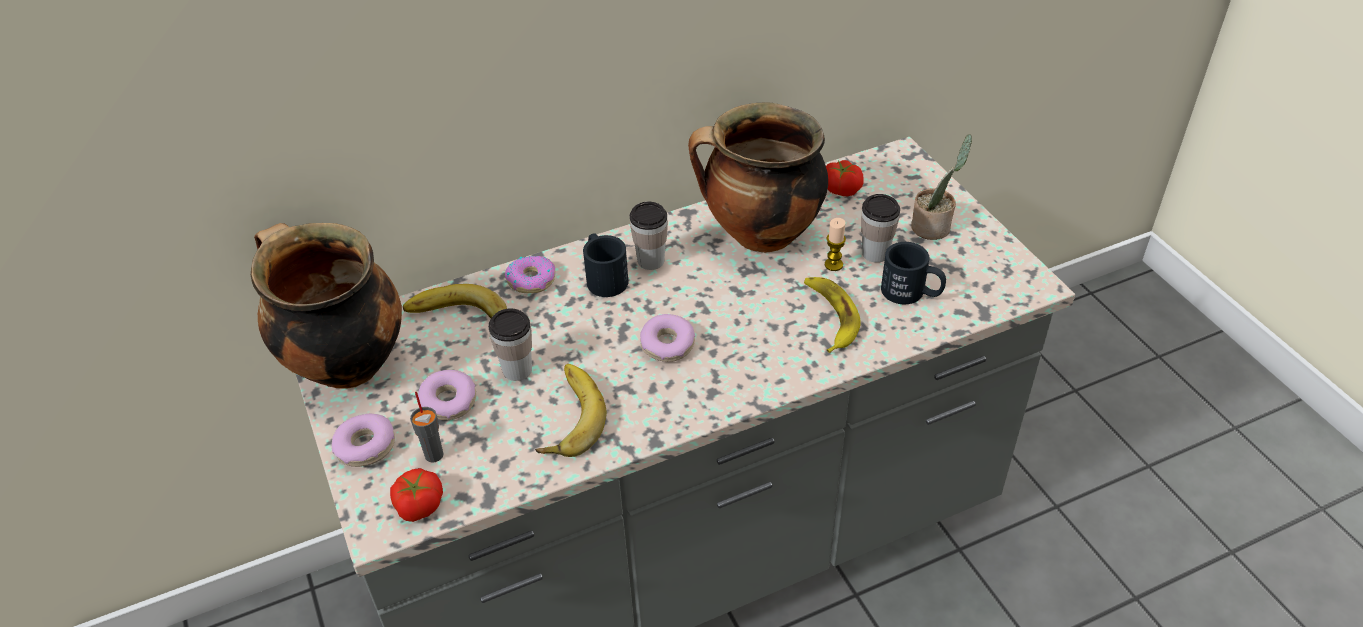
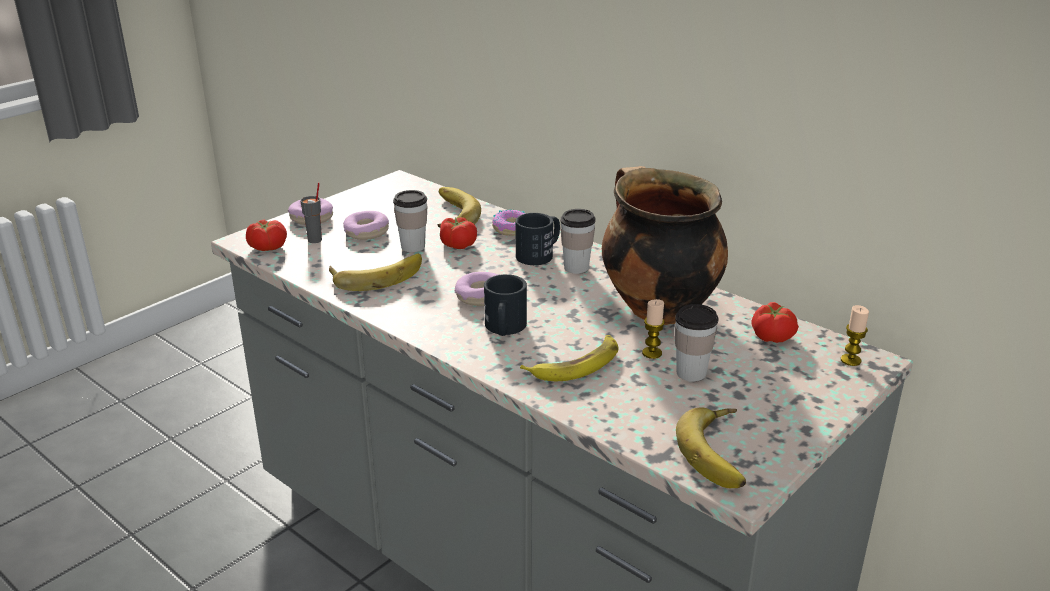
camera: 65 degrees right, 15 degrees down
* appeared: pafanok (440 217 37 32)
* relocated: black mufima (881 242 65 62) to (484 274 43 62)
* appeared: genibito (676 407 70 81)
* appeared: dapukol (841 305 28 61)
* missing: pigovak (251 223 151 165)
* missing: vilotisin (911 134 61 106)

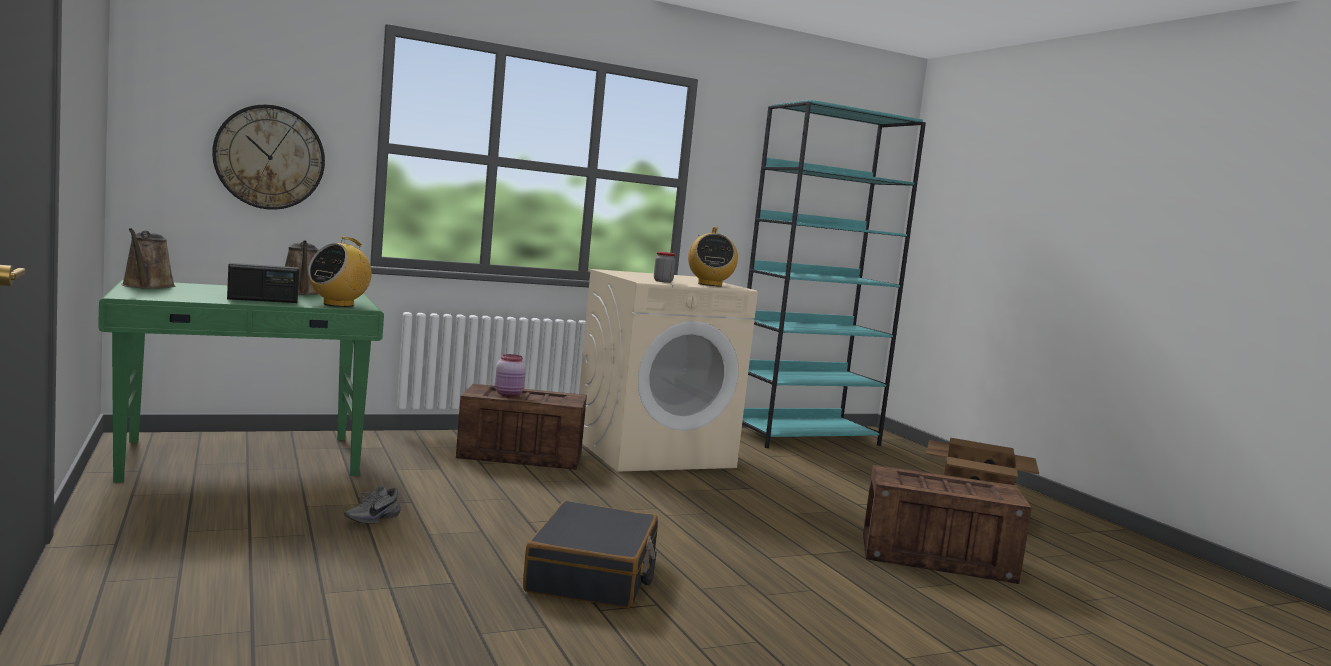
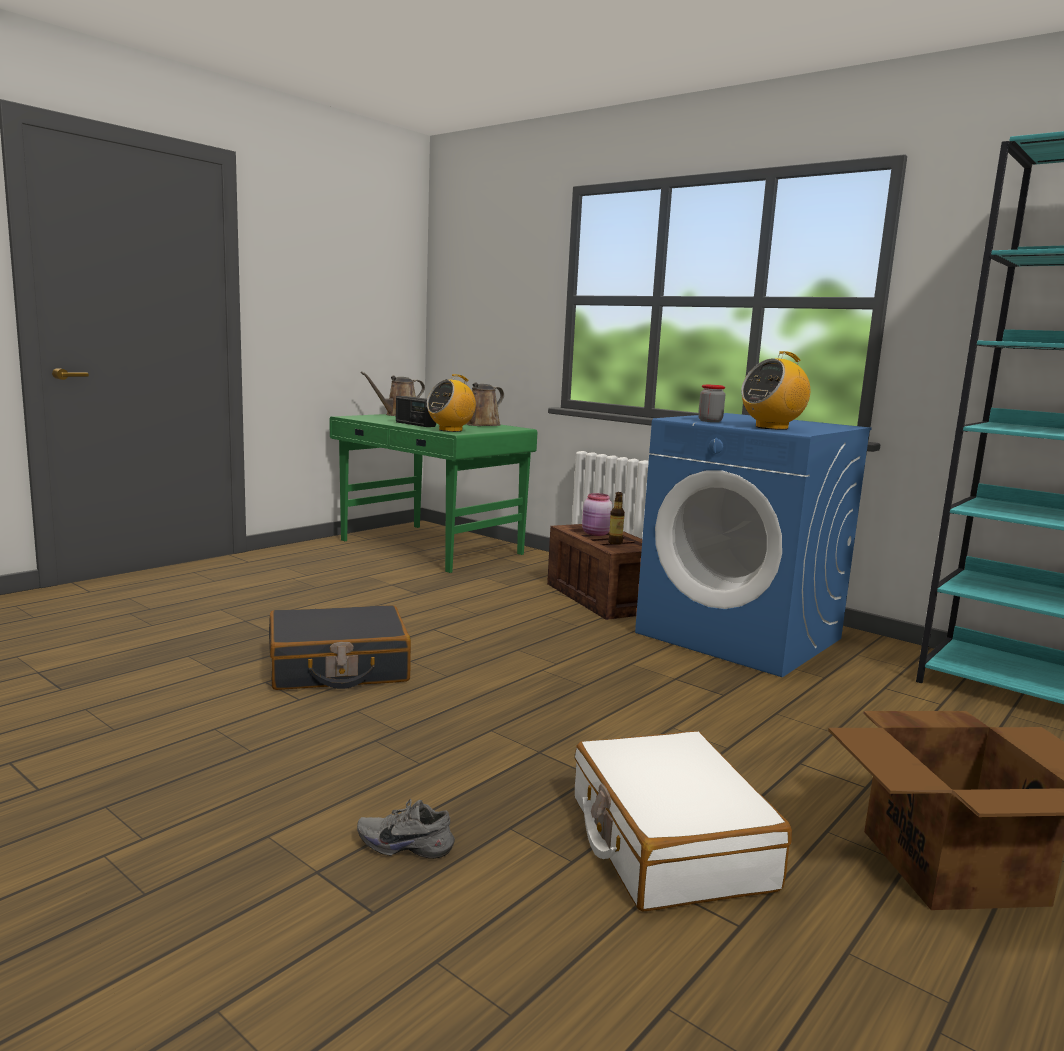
camera: 65 degrees right, 5 degrees up
* relocated: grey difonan (344 486 57 38) to (357 799 98 60)
* spun: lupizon (308 237 64 70) = (427 374 49 58) 45 degrees counterclockwise
* exchanged: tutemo (863 465 169 119) to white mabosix (575 731 217 180)
* appeared: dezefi (608 492 17 53)
* colour: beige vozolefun (579 269 179 203) to blue vozolefun (635 413 237 264)
* missing: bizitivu (212 104 113 106)

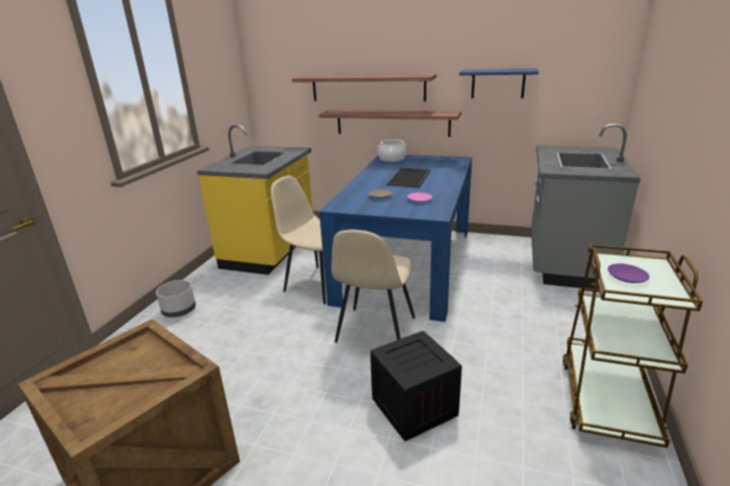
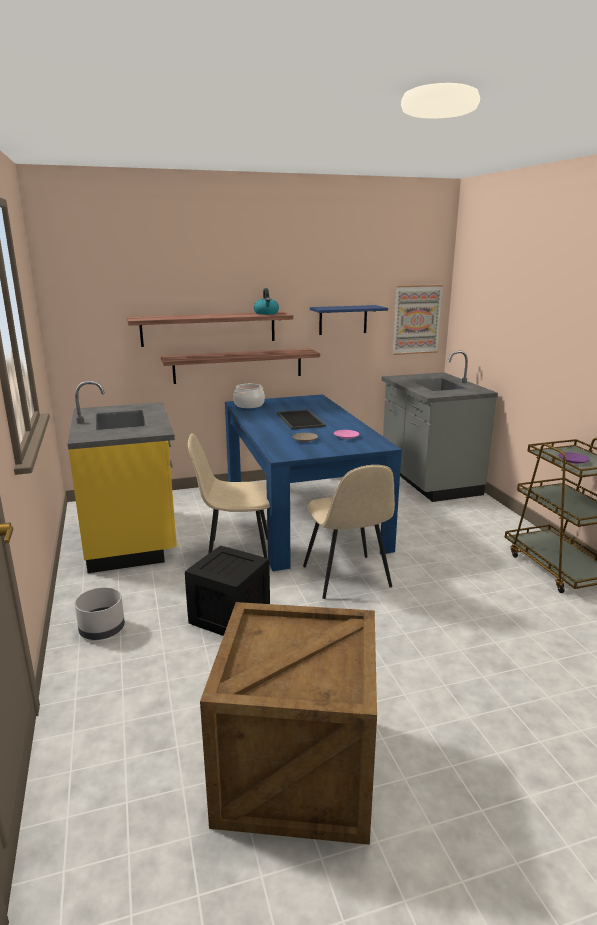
camera: 35 degrees left, 5 degrees down
* relocated: tutemo (370 331 92 110) to (185 546 85 90)
* appeared: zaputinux (254 288 25 27)
* appeared: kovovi (392 285 51 70)

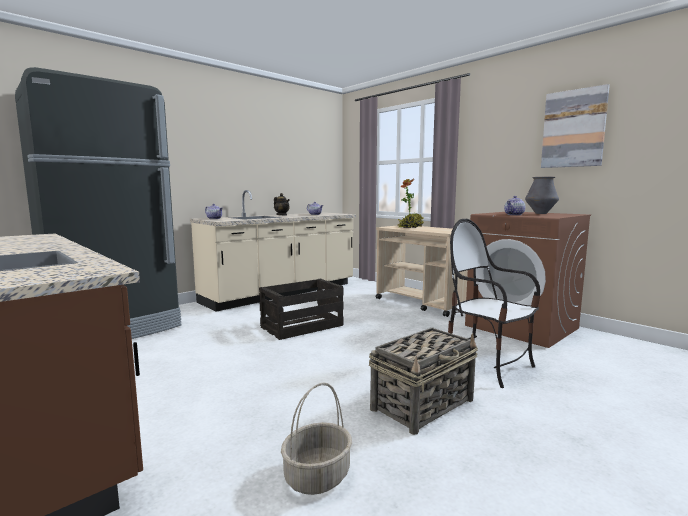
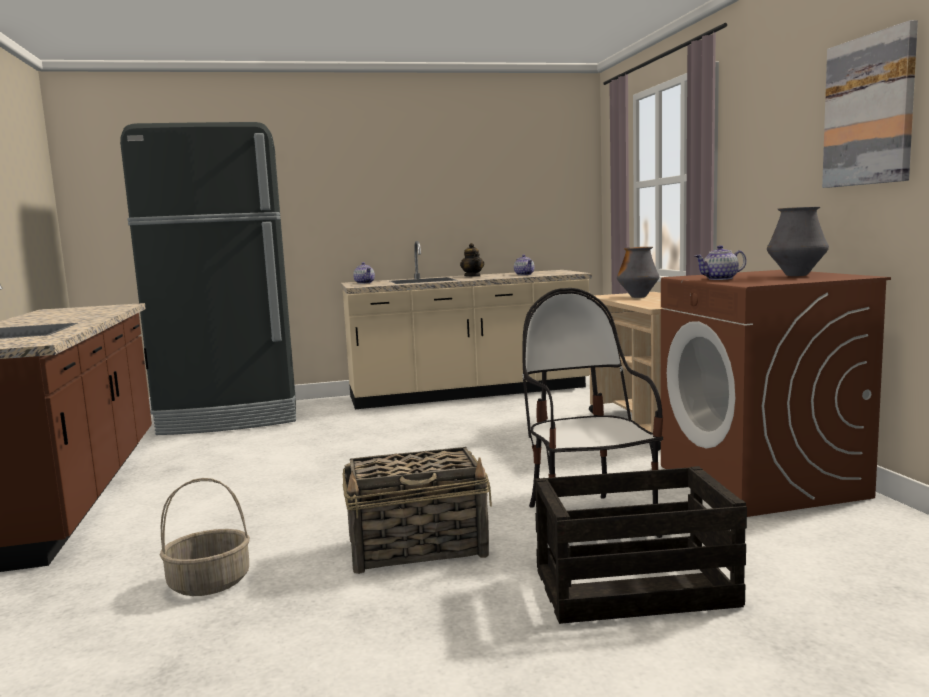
camera: 30 degrees right, 0 degrees up
* relocated: tutemo (259 279 84 61) to (534 466 213 158)
* exchanged: vilotisin (398 179 26 49) to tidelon (617 247 43 51)

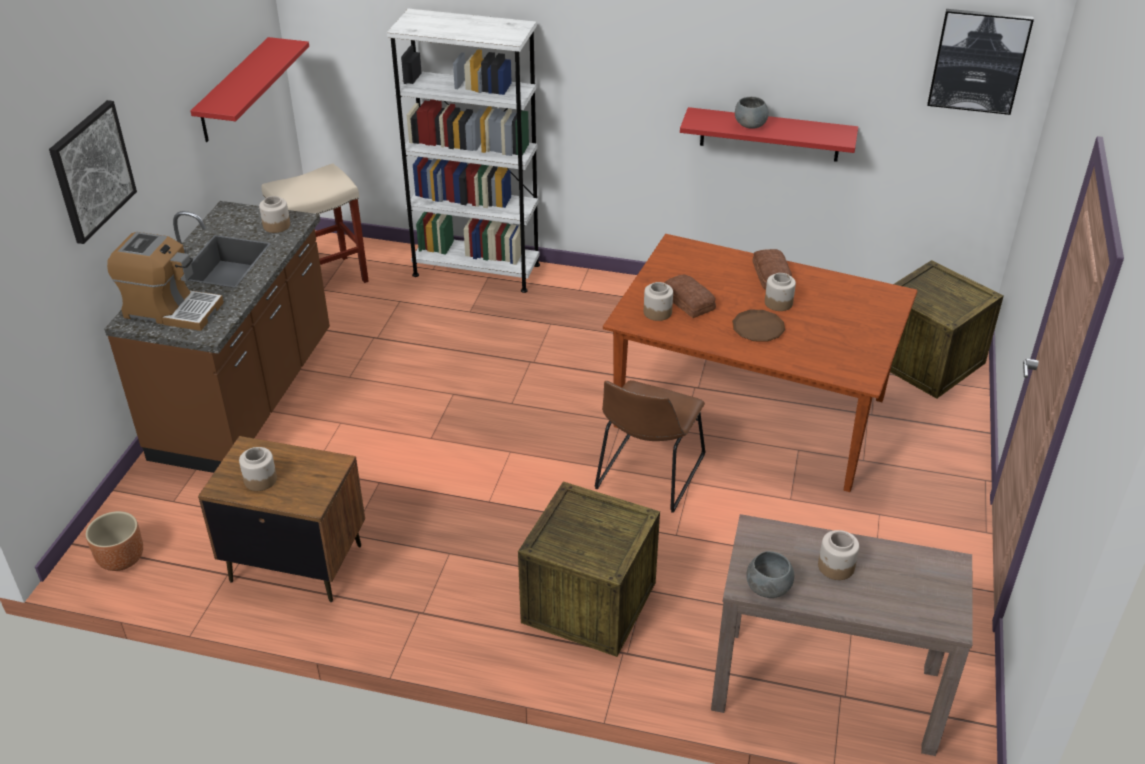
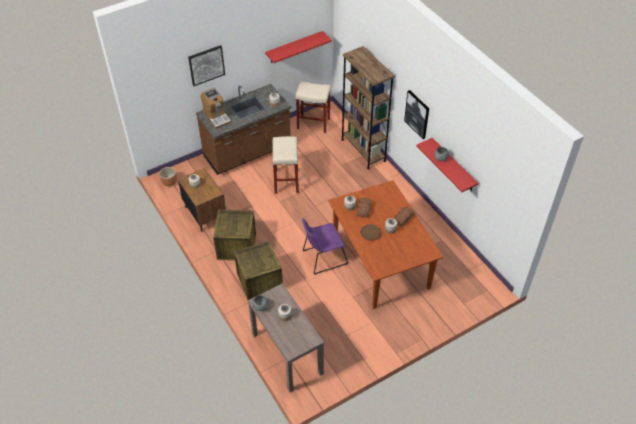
camera: 45 degrees right, 10 degrees up
* relocated: tutemo (890 260 114 139) to (213 210 43 50)
* appeared: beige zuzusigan (272 136 27 58)
* colour: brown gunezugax (594 380 112 133) to purple gunezugax (302 218 46 57)
* colour: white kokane (387 9 153 284) to brown kokane (341 46 54 123)
* relocated: kovovi (927 9 107 106) to (404 90 25 49)

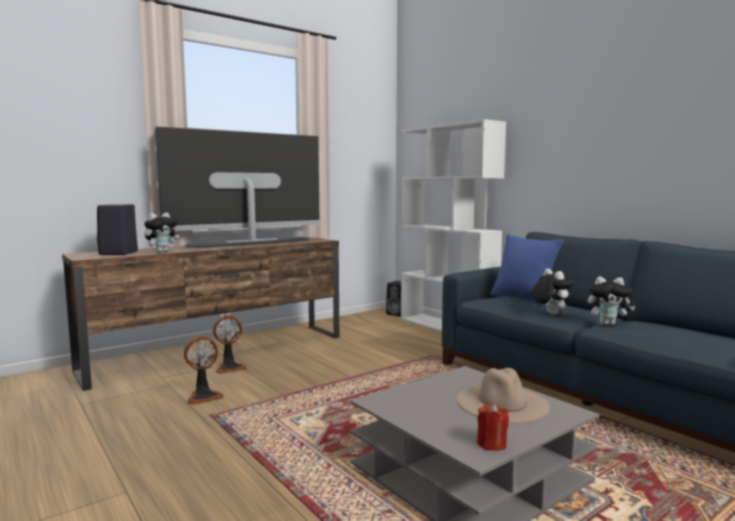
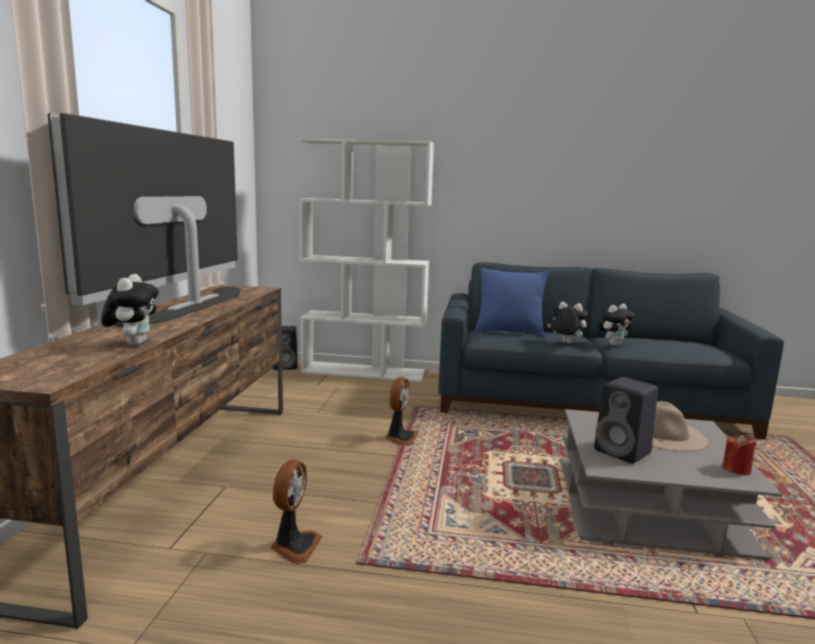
camera: 45 degrees left, 5 degrees up
* relocated: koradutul (213 315 34 59) to (385 377 33 68)
* relocated: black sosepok (97 204 41 51) to (594 377 64 87)

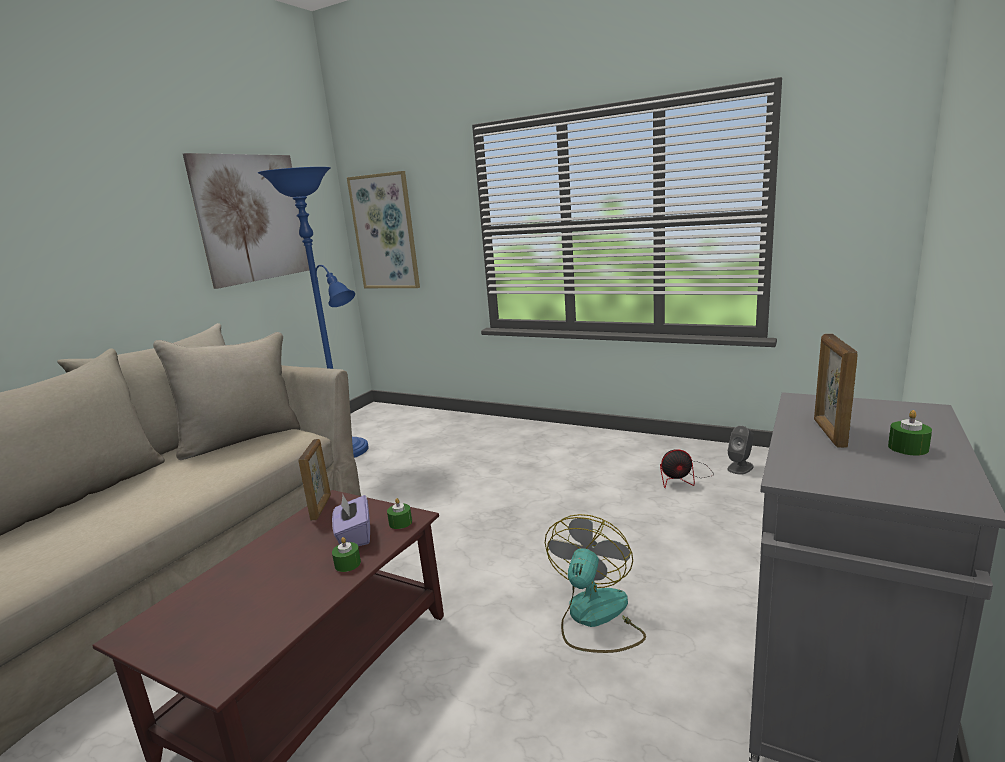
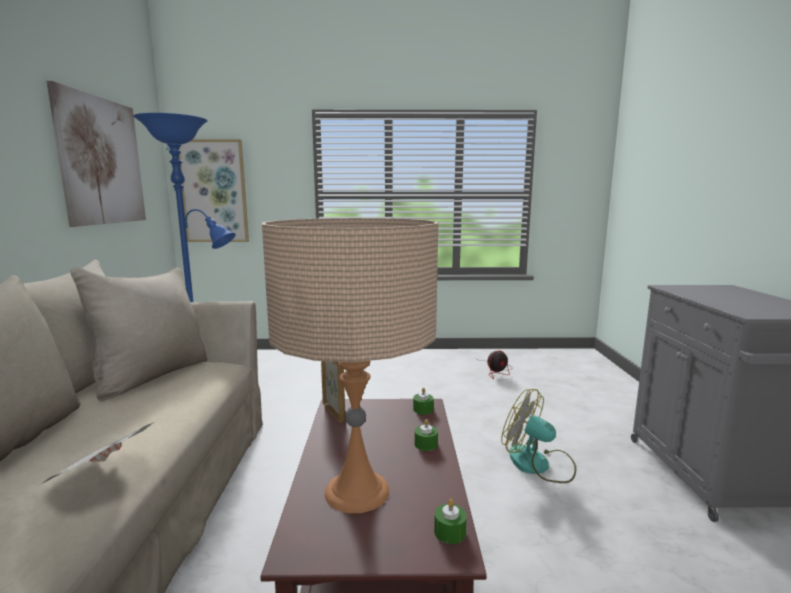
camera: 30 degrees left, 5 degrees down
* appeared: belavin (41 422 114 62)
* appeared: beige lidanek (262 218 176 295)
* relocated: green dapukol (888 410 44 46) to (434 499 33 45)
* spun: koradutul (545 514 101 139) = (501 389 75 94) 45 degrees counterclockwise
* missing: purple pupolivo (332 495 38 51)
* missing: grey sosepok (728 426 26 49)
* missing: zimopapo (814 334 44 114)

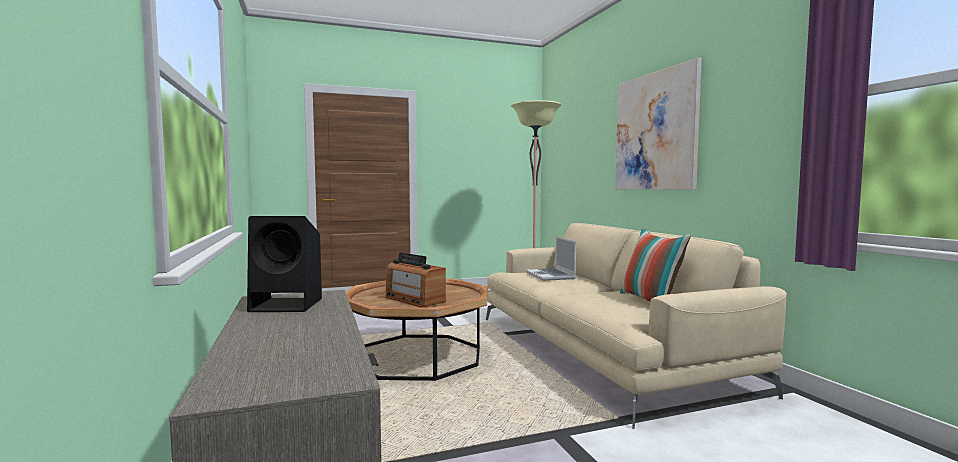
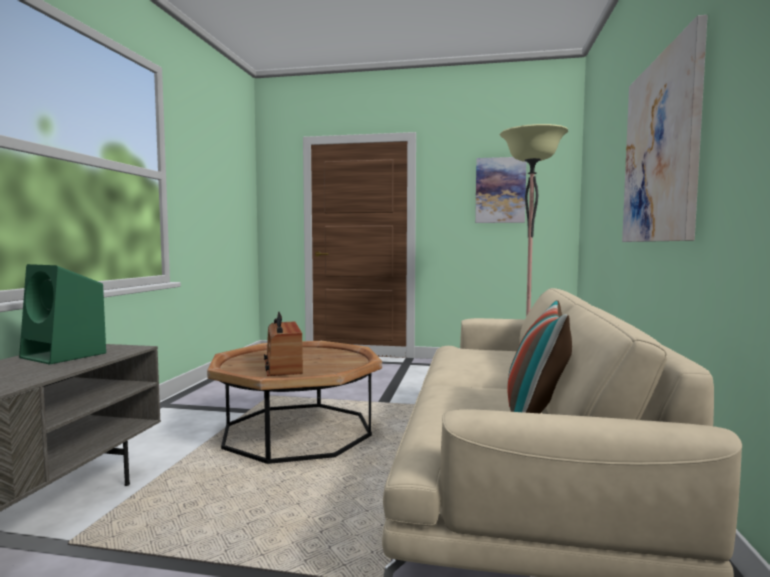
camera: 30 degrees right, 0 degrees up
* colour: black sosepok (247 216 75 96) to green sosepok (19 264 87 101)
* appeared: kovovi (475 157 51 66)
* missing: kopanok (526 236 50 45)

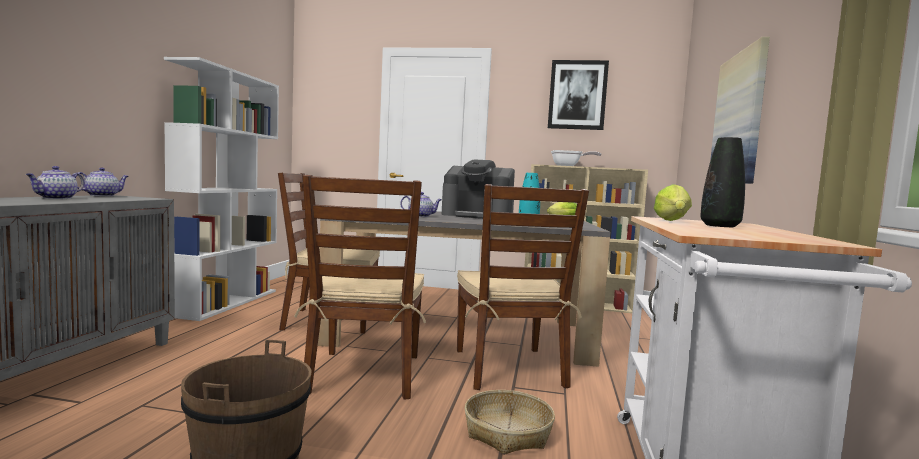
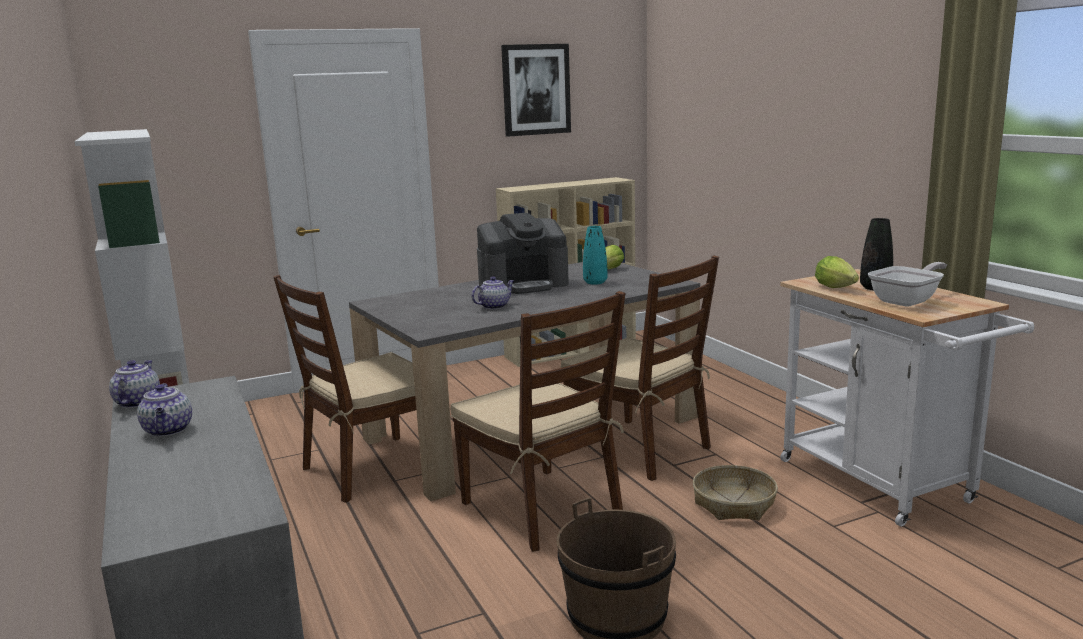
camera: 35 degrees left, 10 degrees up
* relocated: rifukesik (551 150 50 16) to (868 262 79 44)
* missing: kovovi (710 37 60 147)

